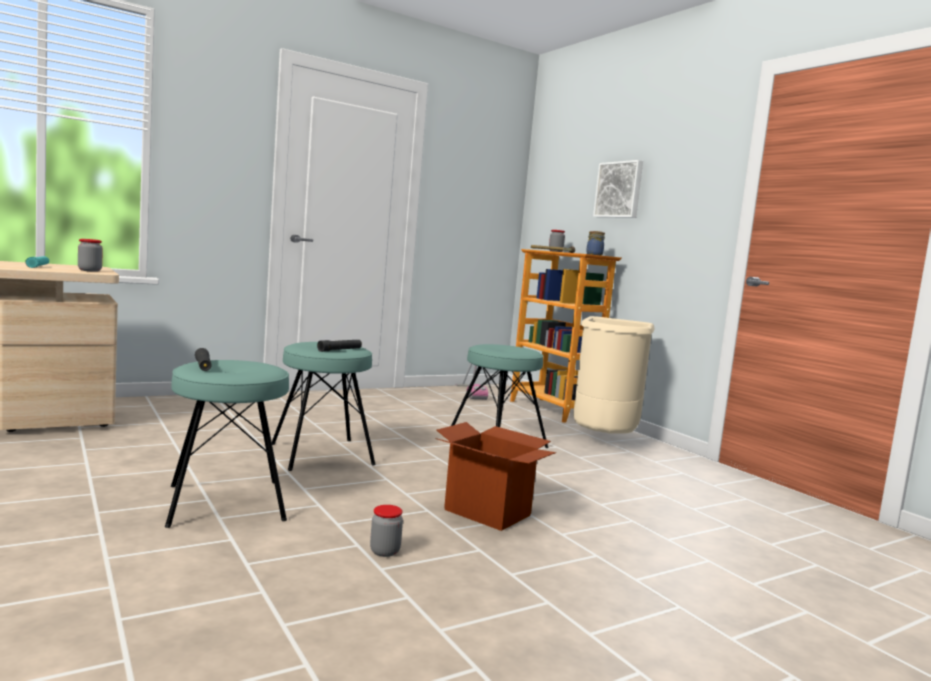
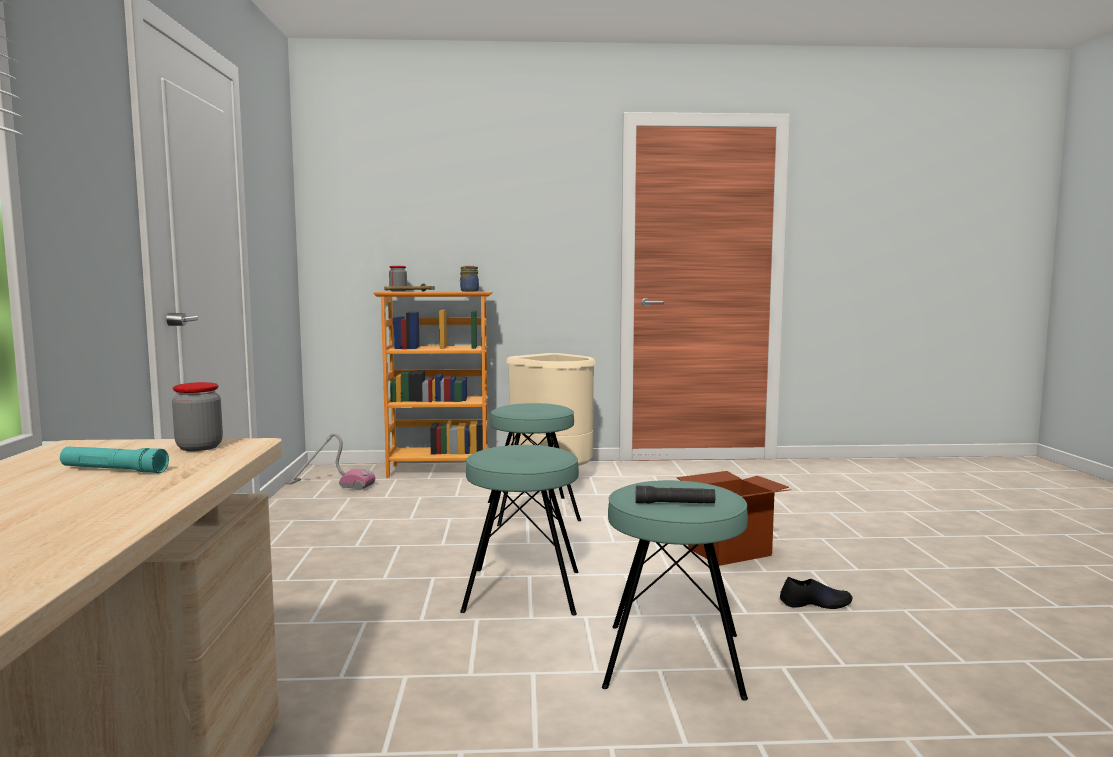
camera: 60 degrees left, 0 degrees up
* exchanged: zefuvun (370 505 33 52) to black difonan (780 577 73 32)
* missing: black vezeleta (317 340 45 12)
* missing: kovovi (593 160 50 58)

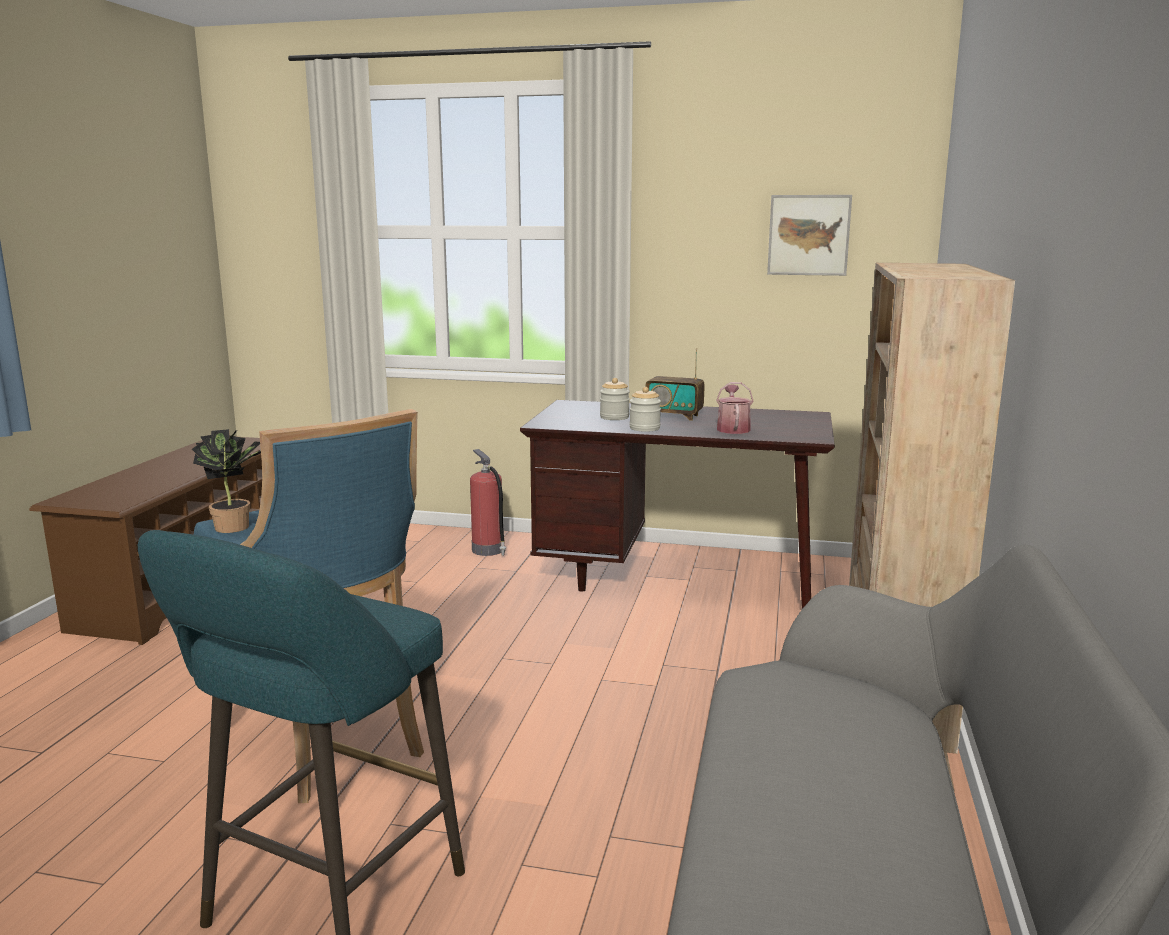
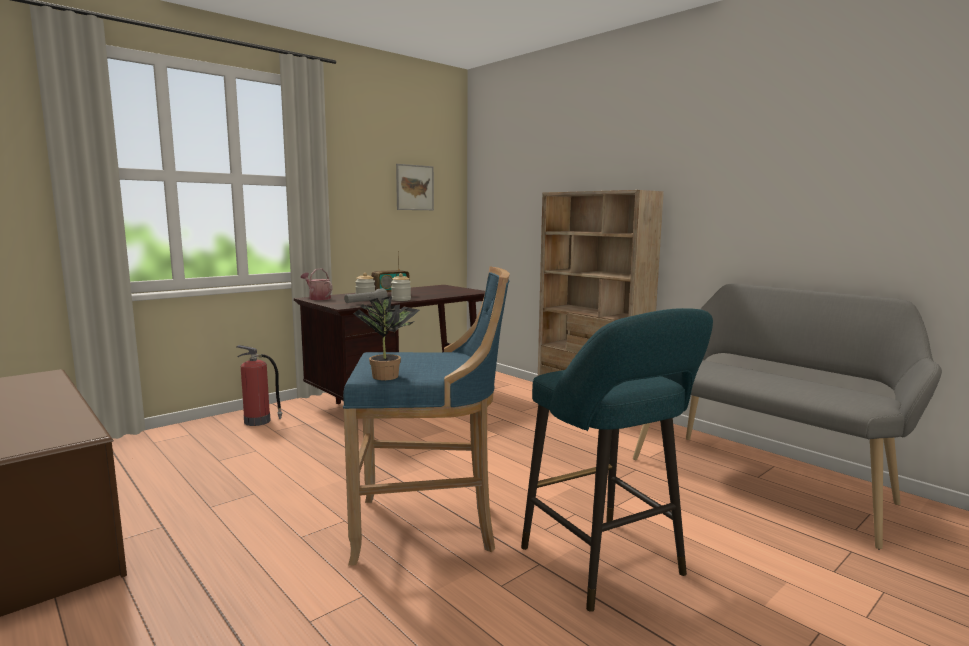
camera: 55 degrees left, 5 degrees down
* relocated: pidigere (716 382 38 52) to (301 269 31 31)
* appeared: grey vezeleta (344 288 44 15)

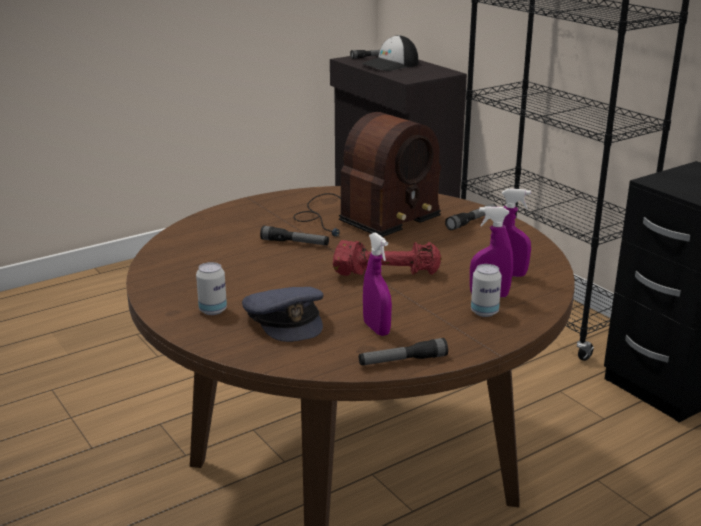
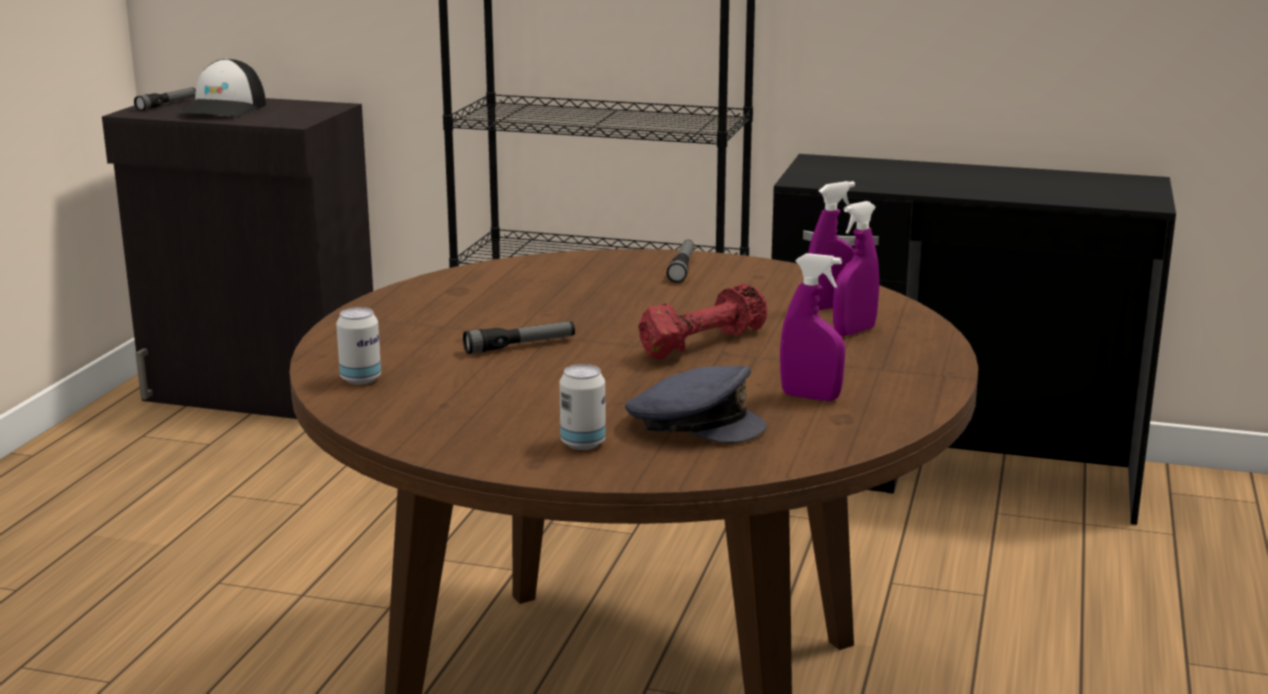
camera: 40 degrees left, 5 degrees down
* relocated: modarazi (471 264 31 53) to (336 307 45 78)
* missing: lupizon (293 112 148 125)
* missing: vezeleta (359 338 89 27)

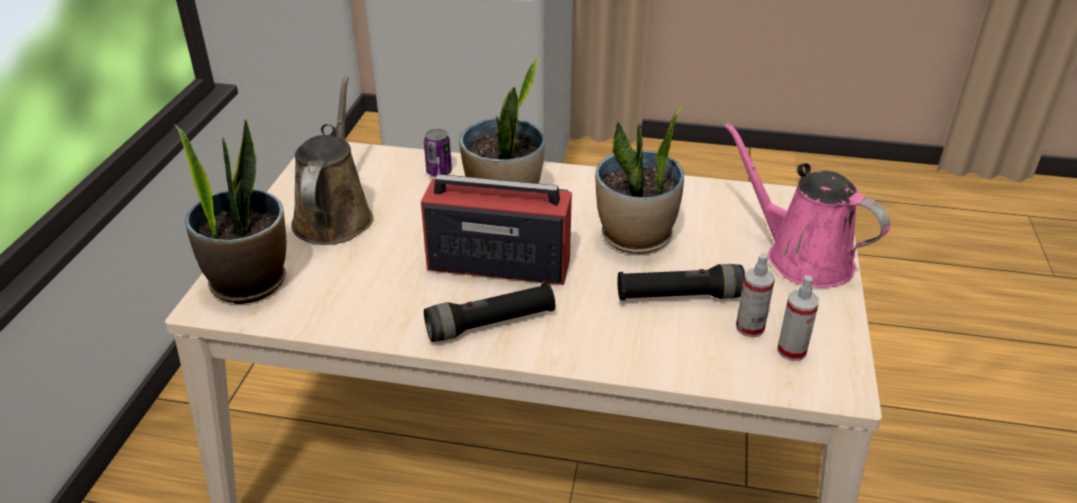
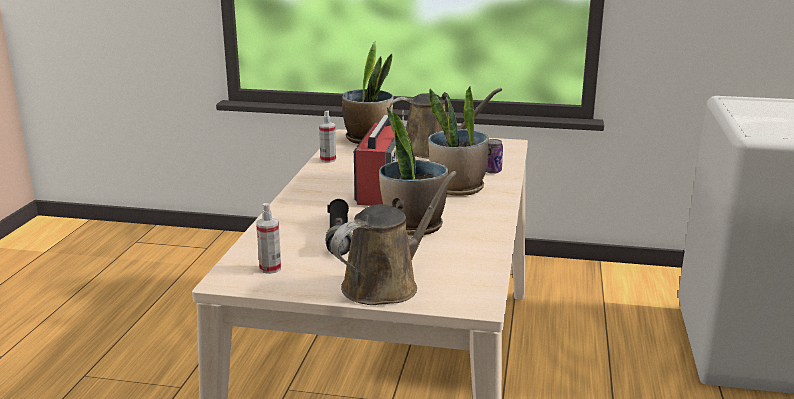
camera: 90 degrees right, 15 degrees down
* relocated: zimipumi (736 253 39 85) to (319 111 17 52)
* colour: pink pidigere (724 122 166 166) to brown pidigere (331 171 126 134)
* missing: black vezeleta (424 283 131 59)

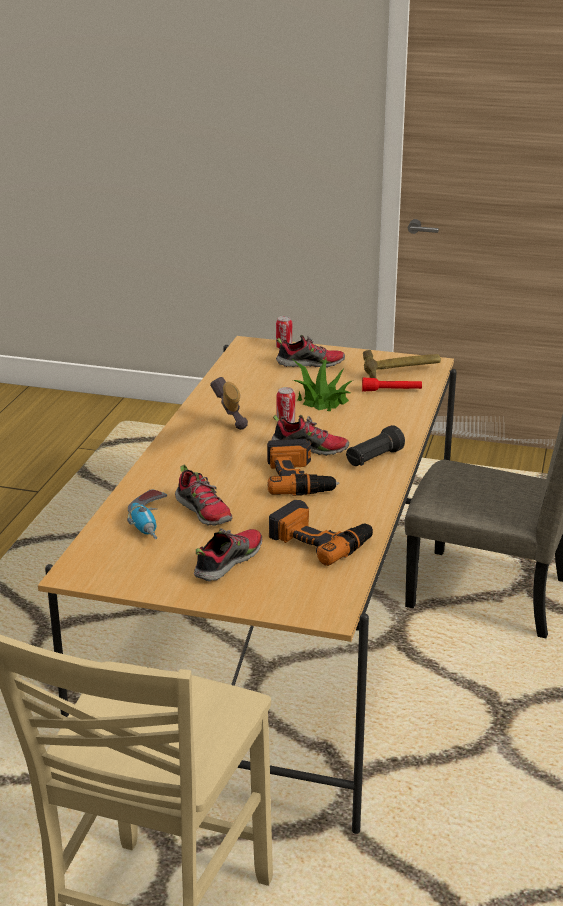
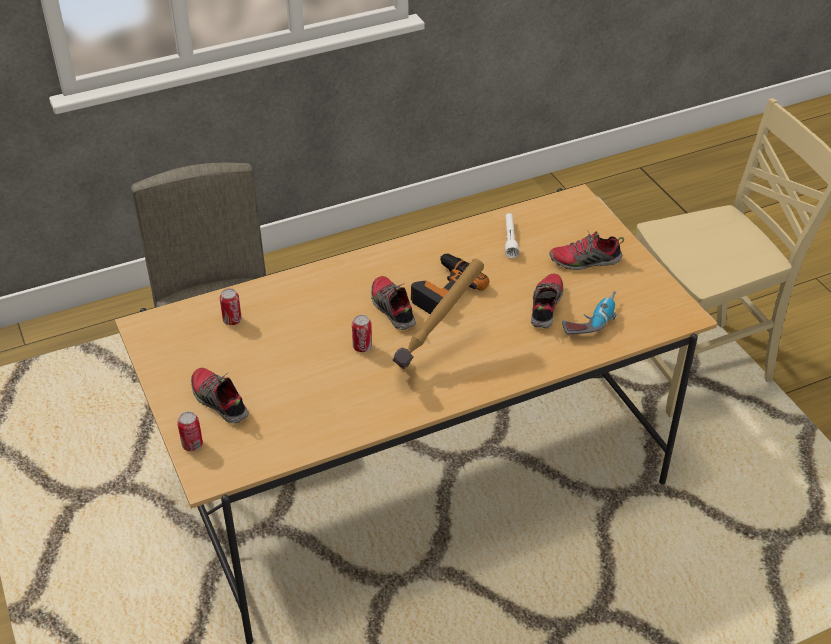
camera: 130 degrees left, 15 degrees up
* exchanged: red vezeleta (362 377 60 14) to modarazi (220 288 22 37)
* exchanged: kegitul (269 500 104 66) to white vezeleta (505 213 14 45)
* missing: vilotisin (292 358 60 53)
* missing: black vezeleta (346 425 59 41)
* missing: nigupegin (363 350 78 28)

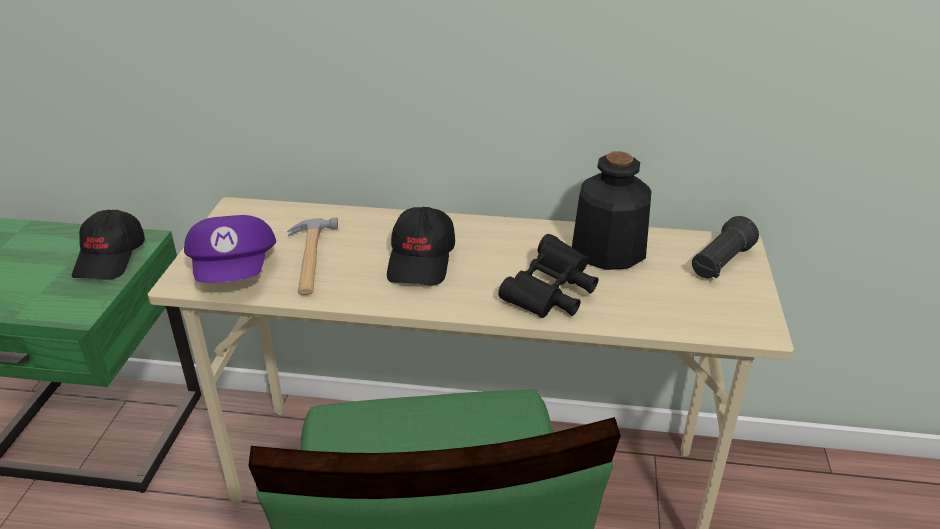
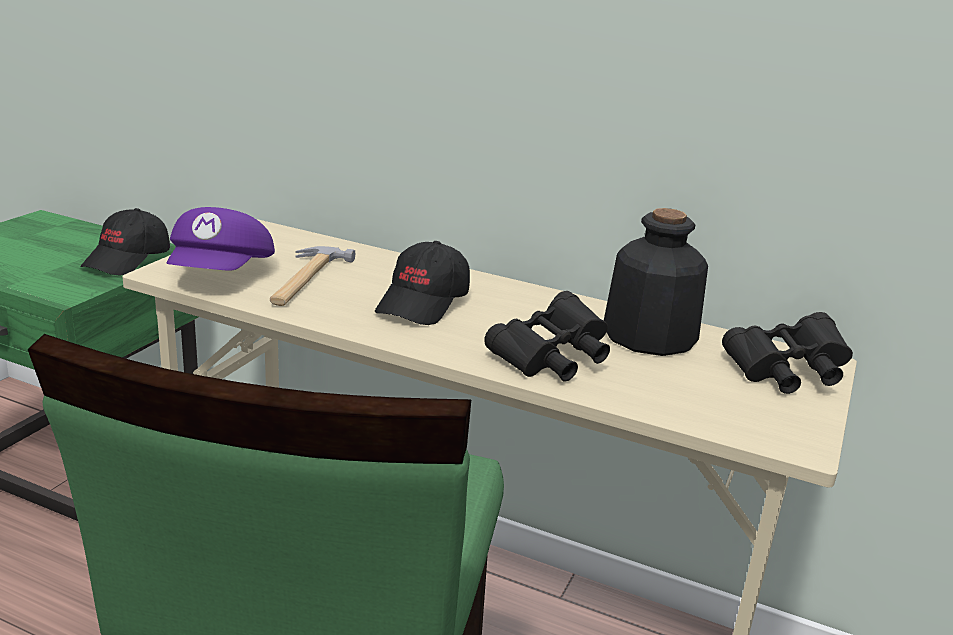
camera: 15 degrees right, 10 degrees down
* exchanged: black vezeleta (692 216 67 62) to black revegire (722 312 131 82)

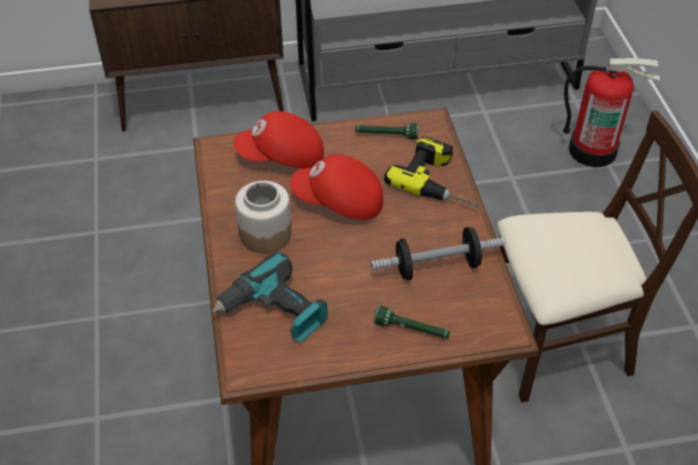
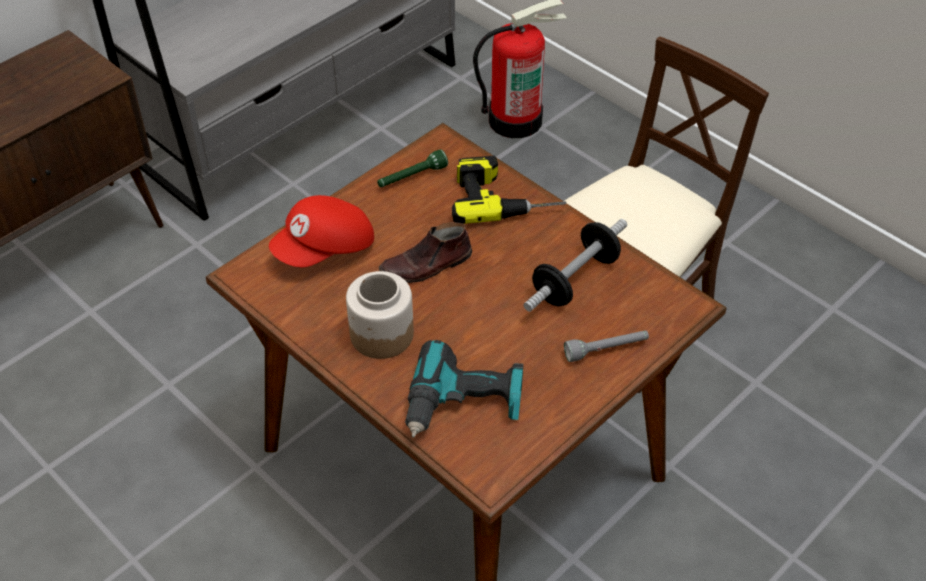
camera: 35 degrees left, 0 degrees up
* exchanged: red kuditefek (290 154 93 66) to brown difonan (379 222 93 61)
* colour: green vezeleta (374 305 76 33) to grey vezeleta (564 330 85 32)

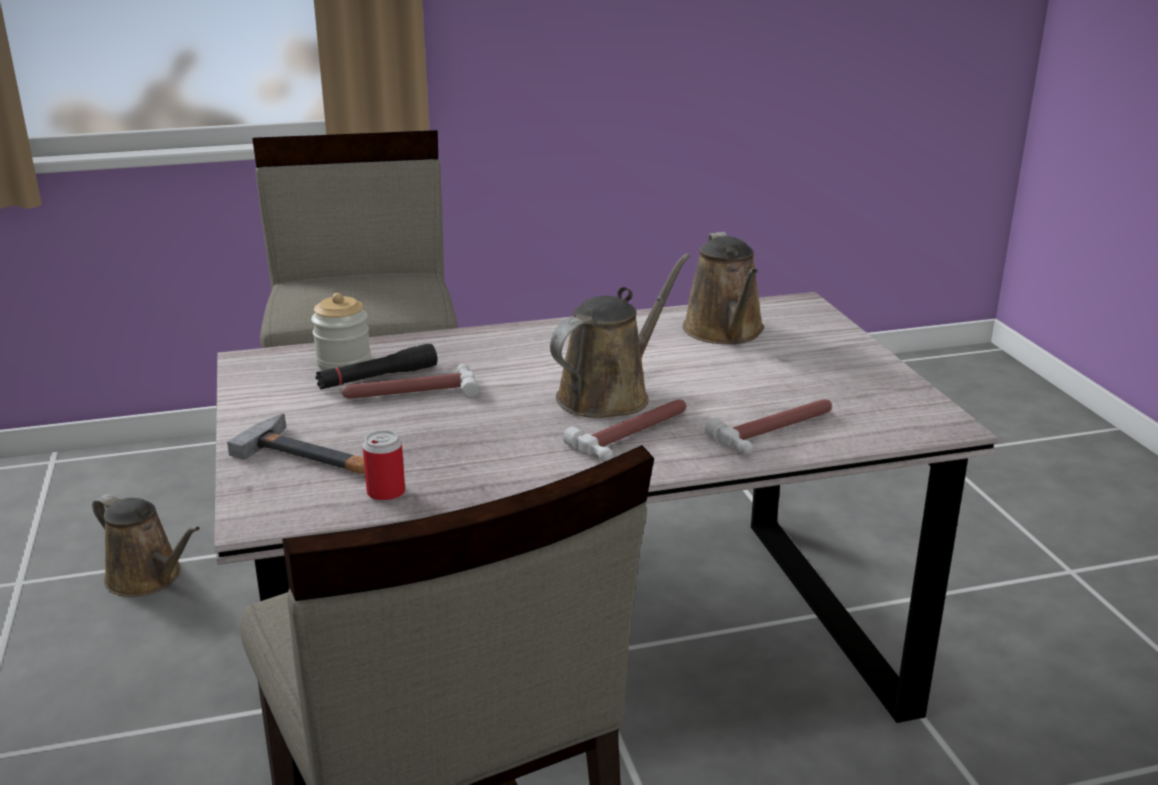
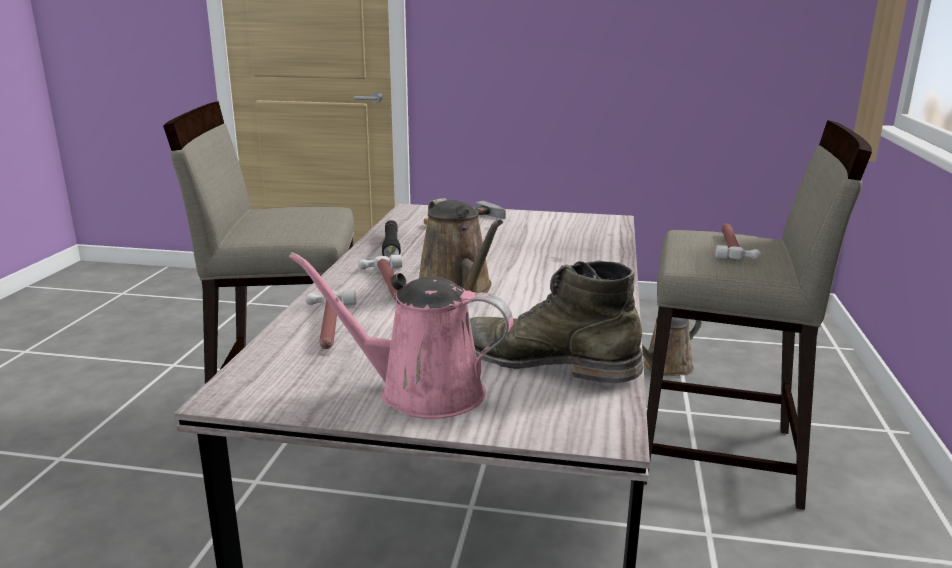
camera: 115 degrees right, 5 degrees down
* appeared: pink pidigere (289 252 224 167)
* relocated: black vezeleta (315 344 122 45) to (382 220 19 37)
* exchanged: brown pidigere (683 232 81 112) to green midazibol (470 261 173 122)
* relocated: nigupegin (341 364 138 34) to (715 223 46 36)
* missing: zefuvun (311 293 60 77)
* missing: modarazi (363 430 42 71)

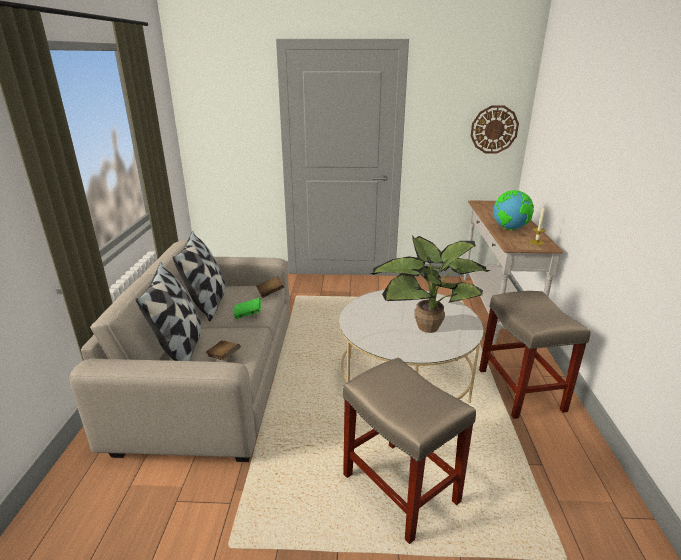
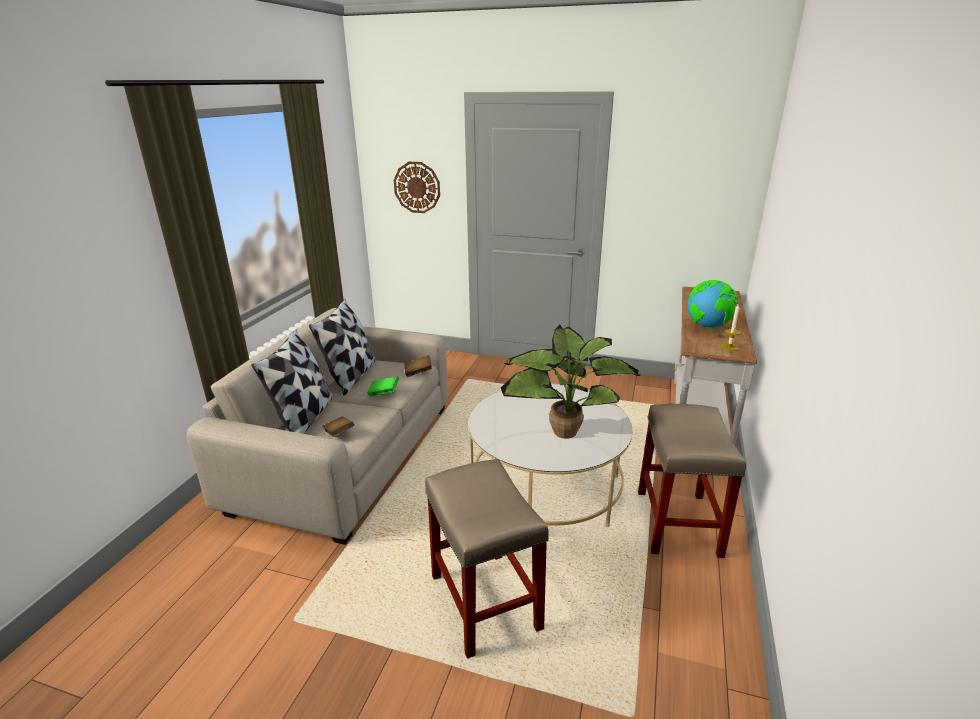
camera: 15 degrees right, 0 degrees up
* relocated: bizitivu (471 105 48 49) to (394 162 46 51)

